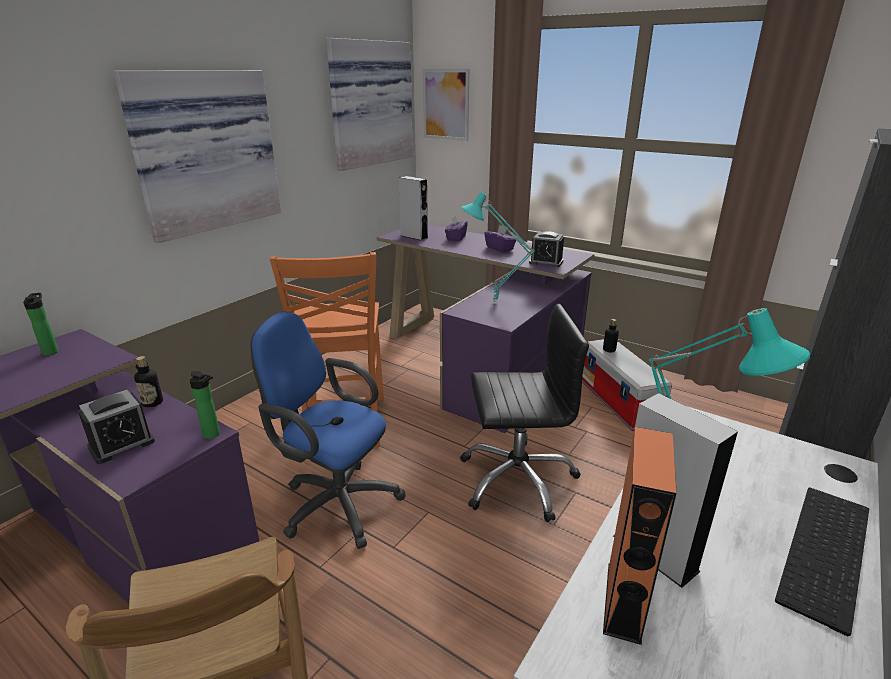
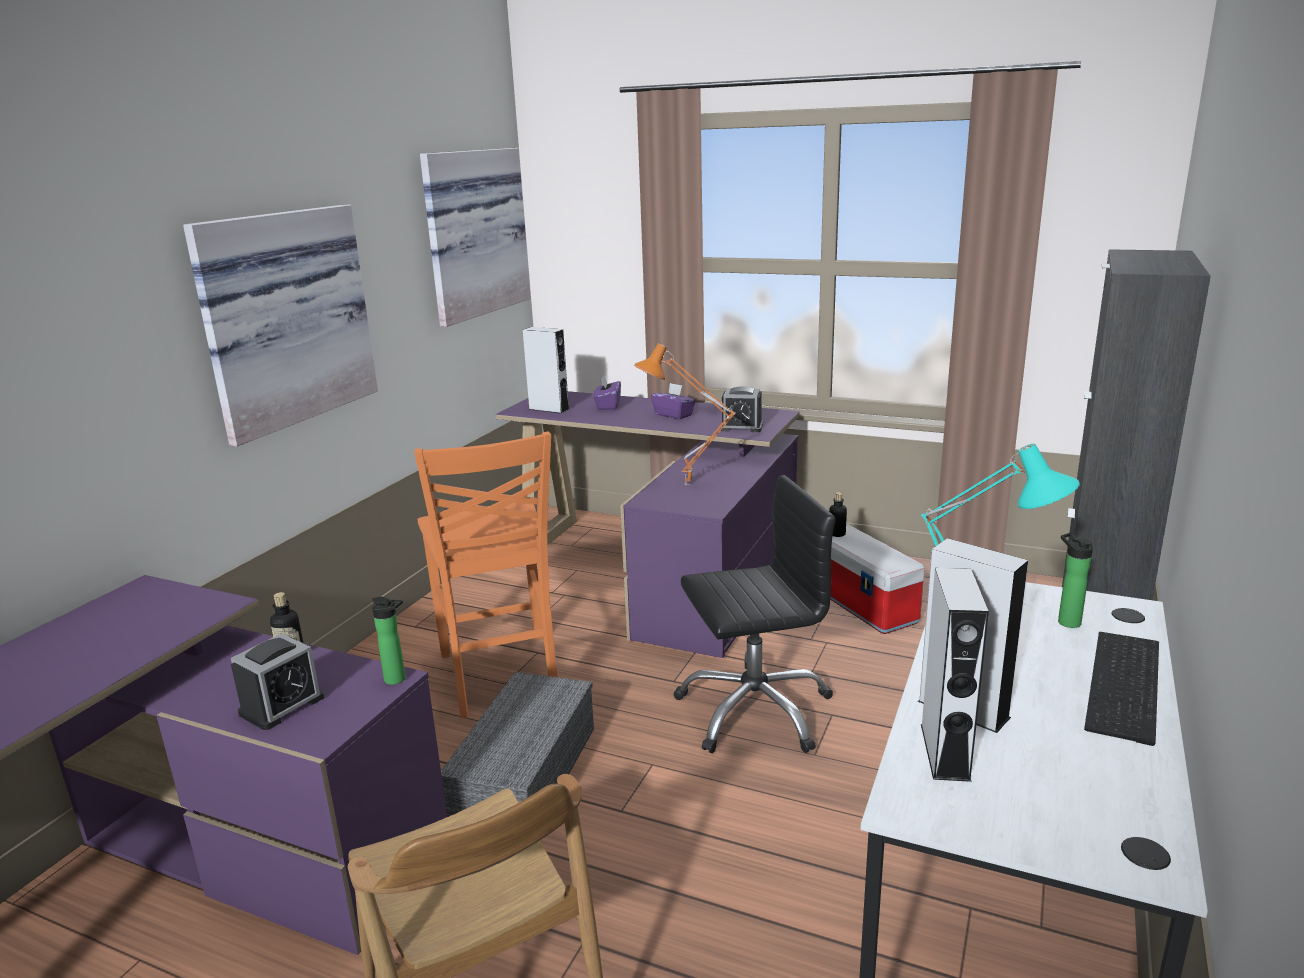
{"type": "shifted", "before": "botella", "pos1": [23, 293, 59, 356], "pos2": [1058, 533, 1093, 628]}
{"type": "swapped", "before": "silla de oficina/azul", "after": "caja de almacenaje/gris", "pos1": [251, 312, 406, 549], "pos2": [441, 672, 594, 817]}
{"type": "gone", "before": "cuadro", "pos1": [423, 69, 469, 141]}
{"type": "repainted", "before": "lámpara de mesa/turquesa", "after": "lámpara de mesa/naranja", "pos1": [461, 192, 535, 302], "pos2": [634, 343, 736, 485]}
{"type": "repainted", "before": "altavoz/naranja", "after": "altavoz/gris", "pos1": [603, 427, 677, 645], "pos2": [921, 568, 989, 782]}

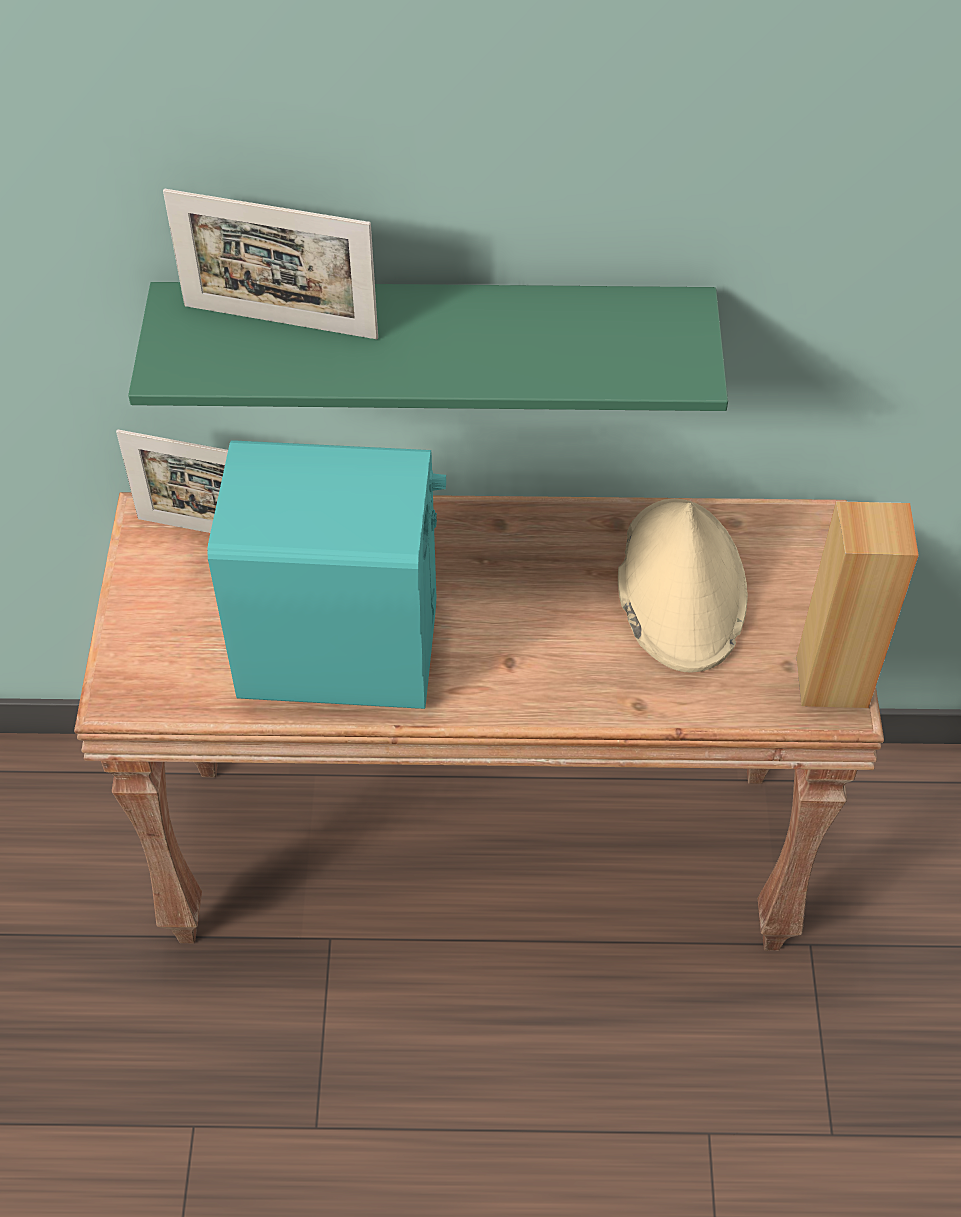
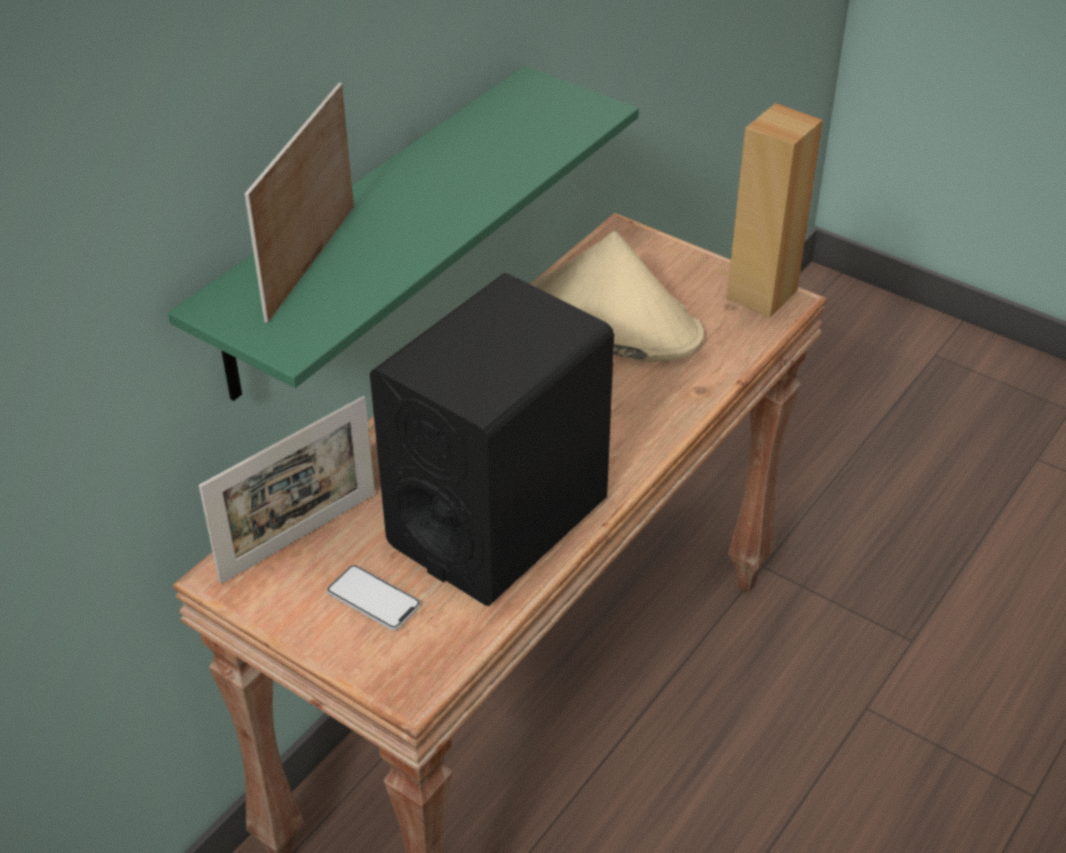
{"type": "rotated", "before": "portarretratos", "pos1": [163, 189, 378, 339], "pos2": [245, 83, 354, 323], "turn": 150}
{"type": "repainted", "before": "altavoz/turquesa", "after": "altavoz/negro", "pos1": [208, 440, 446, 709], "pos2": [370, 273, 614, 606]}
{"type": "new", "after": "móvil", "pos2": [327, 565, 421, 630]}

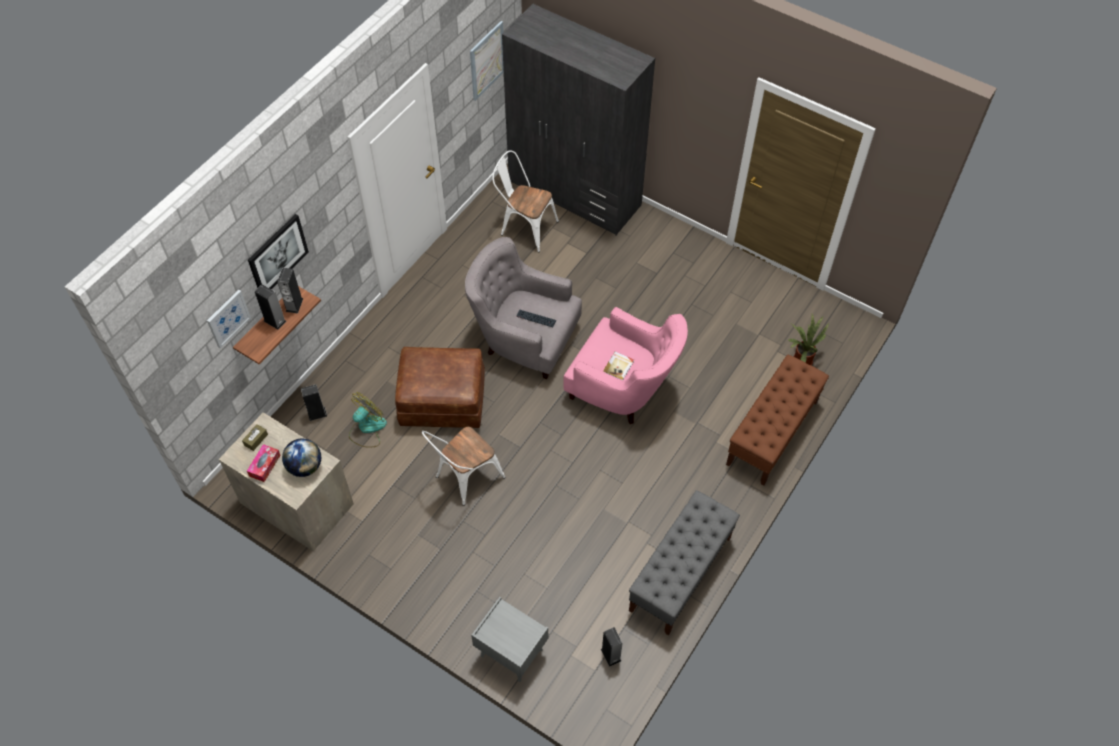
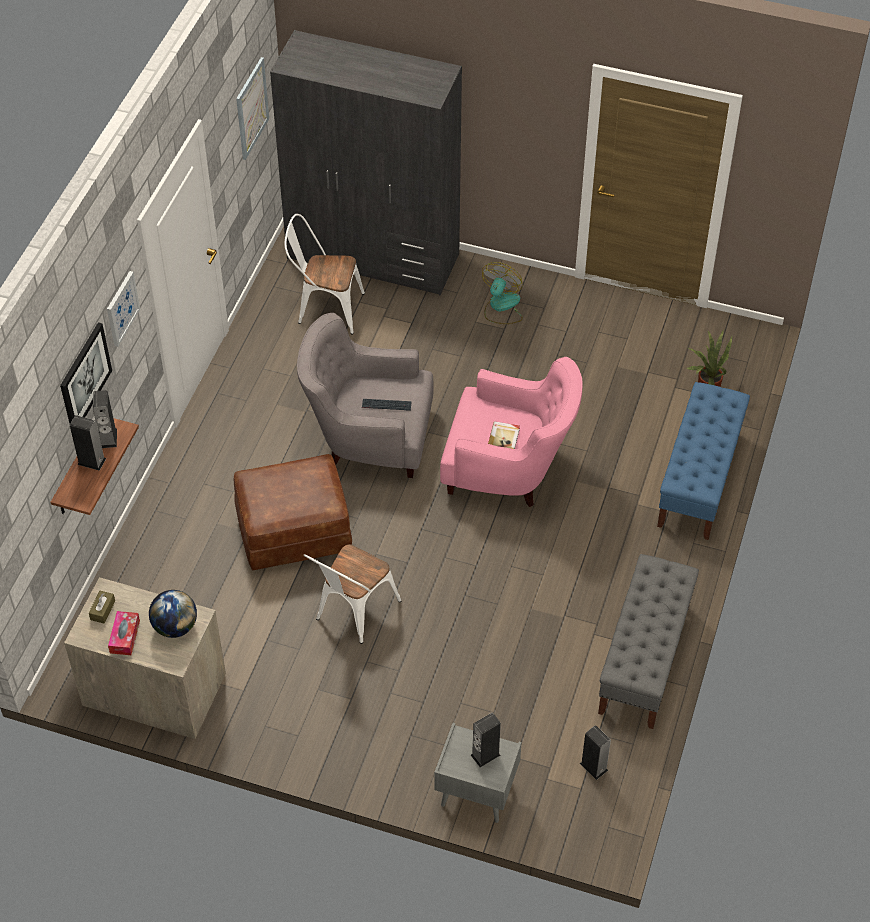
{"type": "shifted", "before": "cuadro", "pos1": [207, 290, 251, 349], "pos2": [107, 271, 140, 346]}
{"type": "shifted", "before": "altavoz", "pos1": [301, 384, 327, 421], "pos2": [471, 712, 501, 767]}
{"type": "shifted", "before": "ventilador", "pos1": [349, 392, 387, 447], "pos2": [482, 262, 523, 324]}
{"type": "repainted", "before": "banco/marrón", "after": "banco/azul", "pos1": [726, 354, 829, 486], "pos2": [657, 382, 750, 540]}

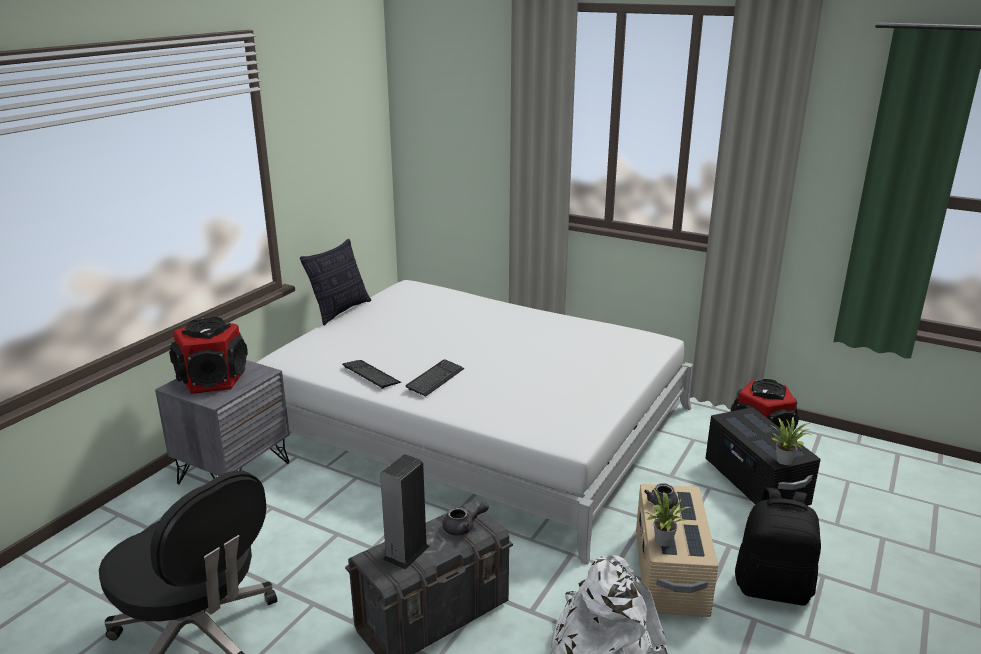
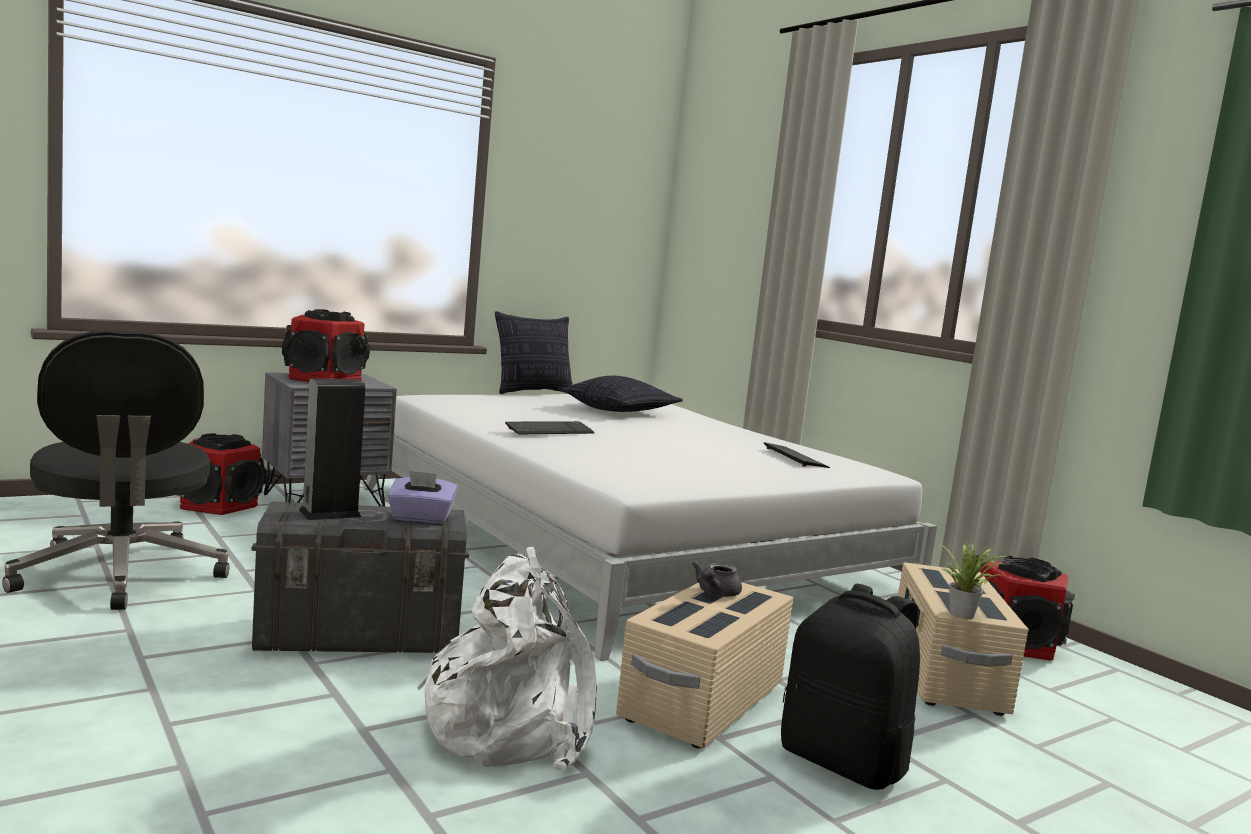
{"type": "shifted", "before": "teclado", "pos1": [342, 360, 401, 389], "pos2": [764, 442, 830, 468]}
{"type": "swapped", "before": "tetera/gris", "after": "caja de pañuelos/morado", "pos1": [443, 502, 489, 536], "pos2": [387, 470, 458, 524]}
{"type": "gone", "before": "planta en maceta", "pos1": [644, 487, 692, 547]}
{"type": "repainted", "before": "caja de almacenaje/negro", "after": "caja de almacenaje/beis", "pos1": [706, 407, 821, 506], "pos2": [898, 562, 1028, 716]}
{"type": "new", "after": "altavoz", "pos2": [177, 433, 267, 515]}
{"type": "new", "after": "cojín", "pos2": [558, 376, 683, 412]}

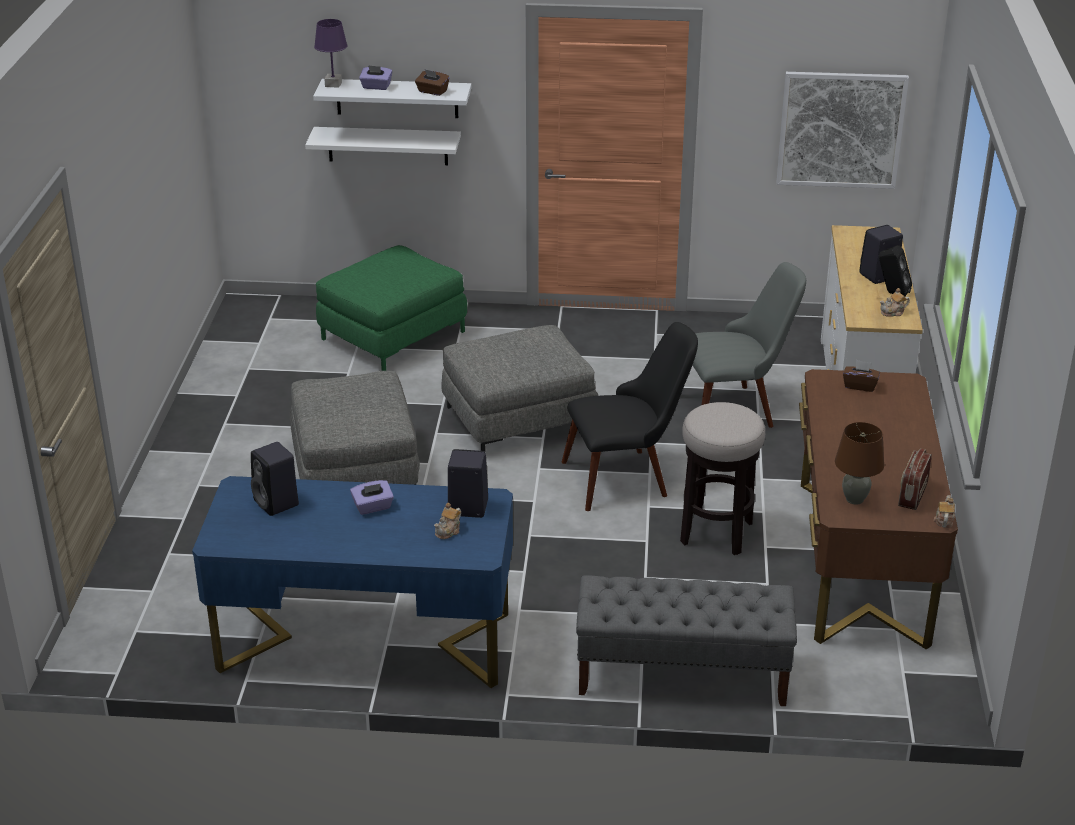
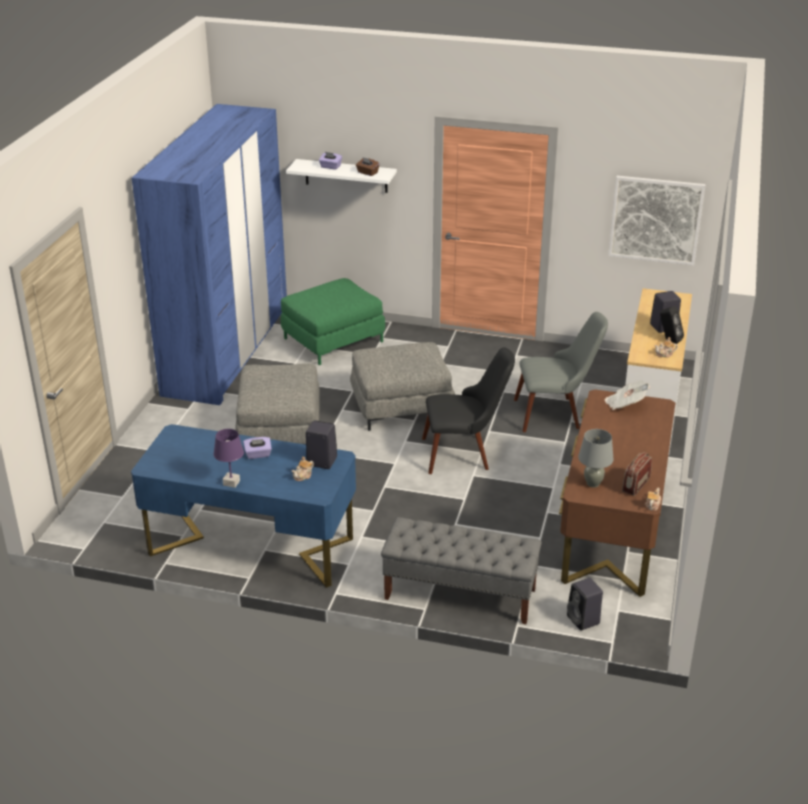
{"type": "shifted", "before": "altavoz/negro", "pos1": [251, 442, 299, 516], "pos2": [567, 578, 603, 631]}
{"type": "gone", "before": "estante/blanco", "pos1": [305, 127, 461, 165]}
{"type": "shifted", "before": "lámpara de mesa/morado", "pos1": [314, 19, 348, 88], "pos2": [213, 429, 244, 488]}
{"type": "gone", "before": "taburete", "pos1": [680, 402, 765, 555]}
{"type": "repainted", "before": "lámpara de mesa/marrón", "after": "lámpara de mesa/gris", "pos1": [835, 422, 884, 505], "pos2": [578, 429, 614, 488]}
{"type": "swapped", "before": "caja de pañuelos/marrón", "after": "periódico", "pos1": [843, 360, 880, 392], "pos2": [605, 380, 650, 410]}
{"type": "new", "after": "armario ropero/azul", "pos2": [132, 104, 287, 405]}

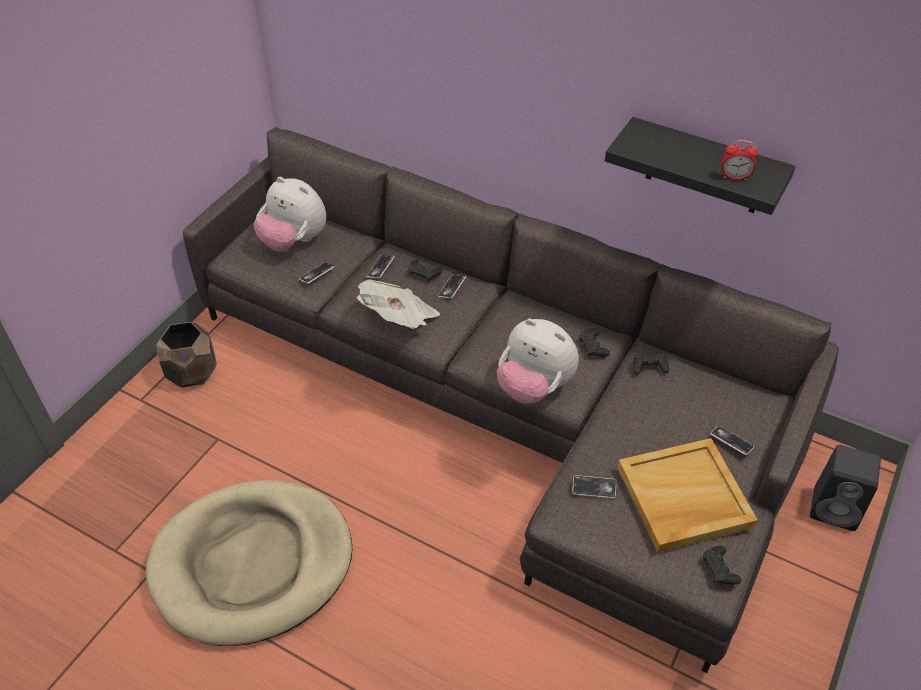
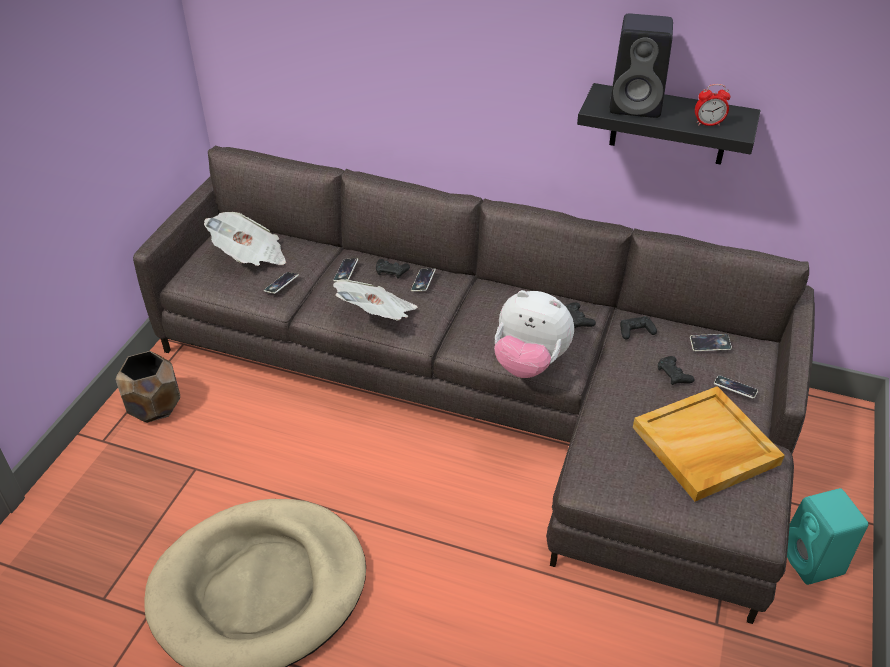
{"type": "swapped", "before": "peluche", "after": "periódico", "pos1": [254, 177, 326, 252], "pos2": [204, 212, 286, 266]}
{"type": "shifted", "before": "móvil", "pos1": [572, 475, 616, 498], "pos2": [690, 334, 732, 351]}
{"type": "shifted", "before": "mando de consola/negro", "pos1": [703, 546, 742, 585], "pos2": [658, 356, 695, 385]}
{"type": "shifted", "before": "altavoz/negro", "pos1": [810, 445, 881, 531], "pos2": [609, 13, 673, 118]}
{"type": "new", "after": "altavoz/turquesa", "pos2": [787, 488, 869, 585]}

